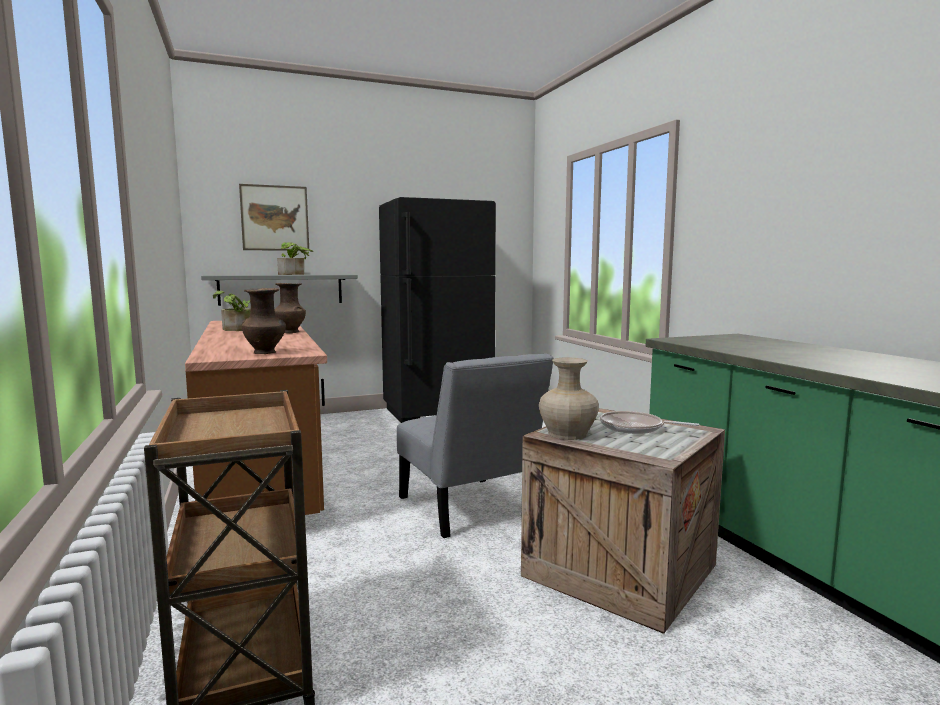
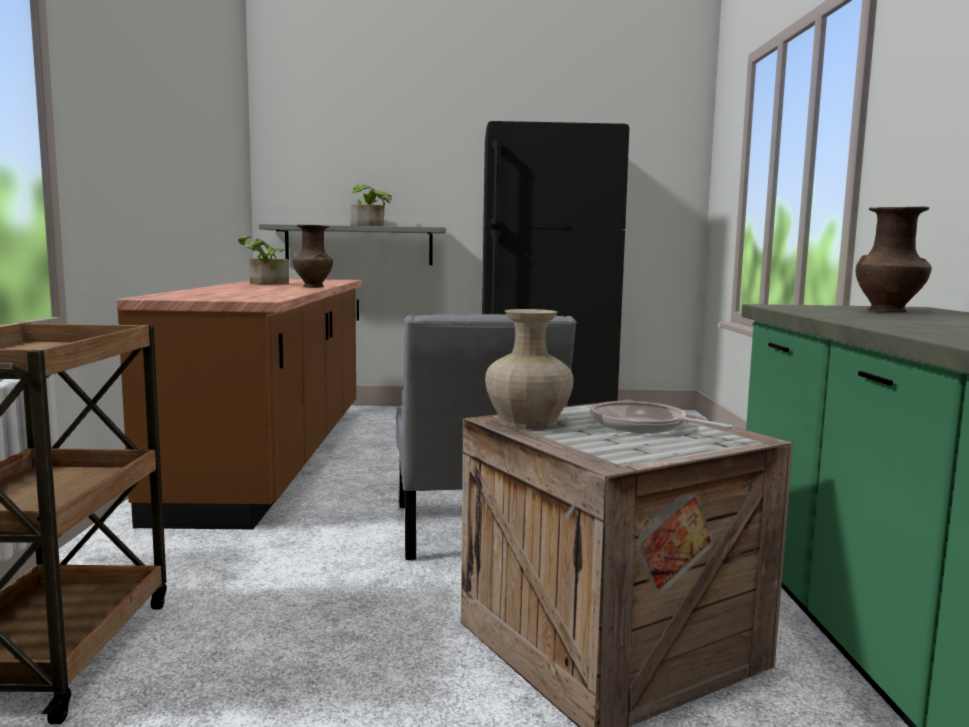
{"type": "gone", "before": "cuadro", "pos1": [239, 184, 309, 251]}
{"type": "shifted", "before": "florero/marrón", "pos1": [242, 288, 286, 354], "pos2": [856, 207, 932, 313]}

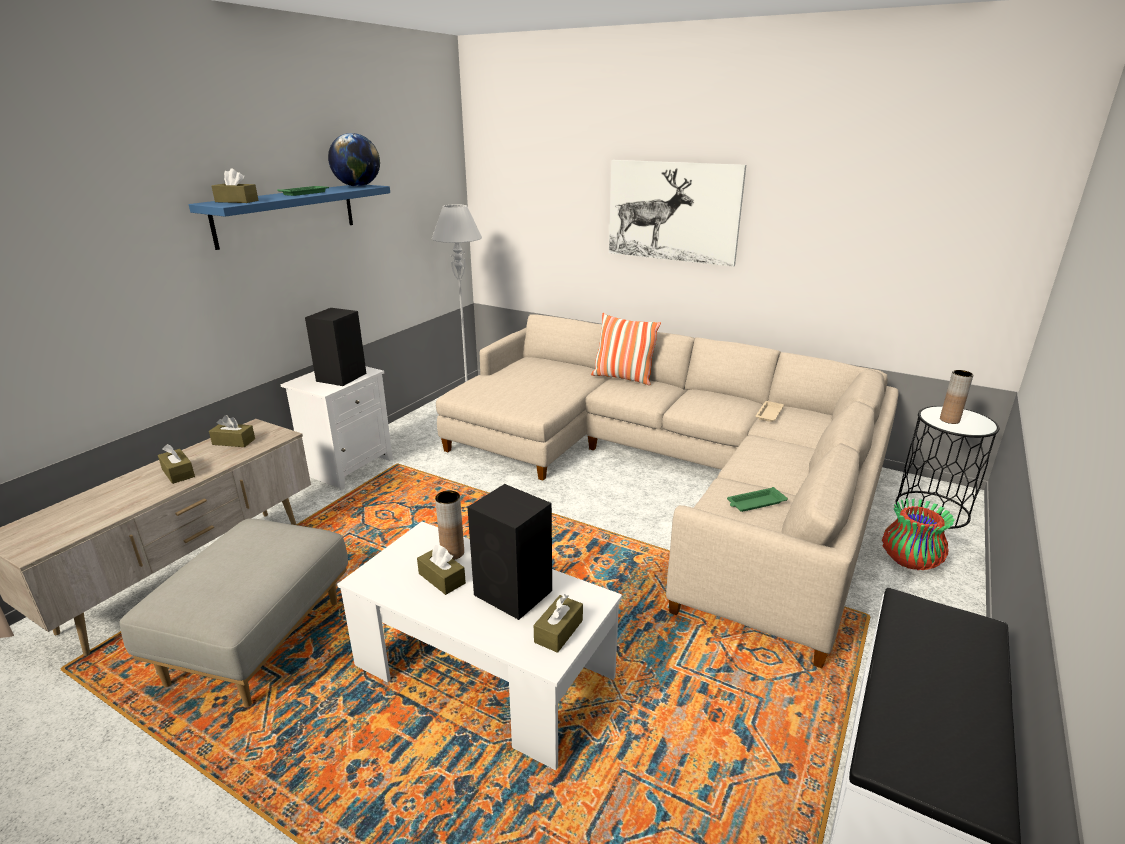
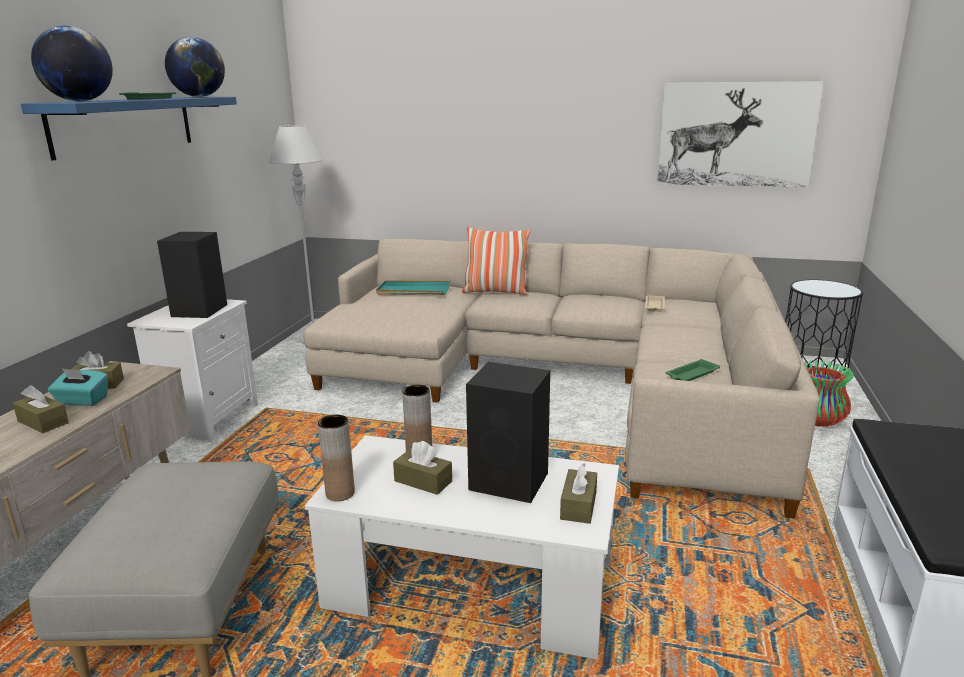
{"type": "swapped", "before": "caja de pañuelos/marrón", "after": "globo terráqueo", "pos1": [212, 168, 258, 203], "pos2": [31, 26, 113, 101]}
{"type": "shifted", "before": "cuadro", "pos1": [609, 160, 746, 267], "pos2": [657, 81, 824, 188]}
{"type": "shifted", "before": "florero/marrón", "pos1": [940, 370, 974, 424], "pos2": [318, 415, 355, 501]}
{"type": "new", "after": "caja de pañuelos/turquesa", "pos2": [48, 369, 108, 406]}
{"type": "new", "after": "bandeja/turquesa", "pos2": [376, 281, 450, 295]}

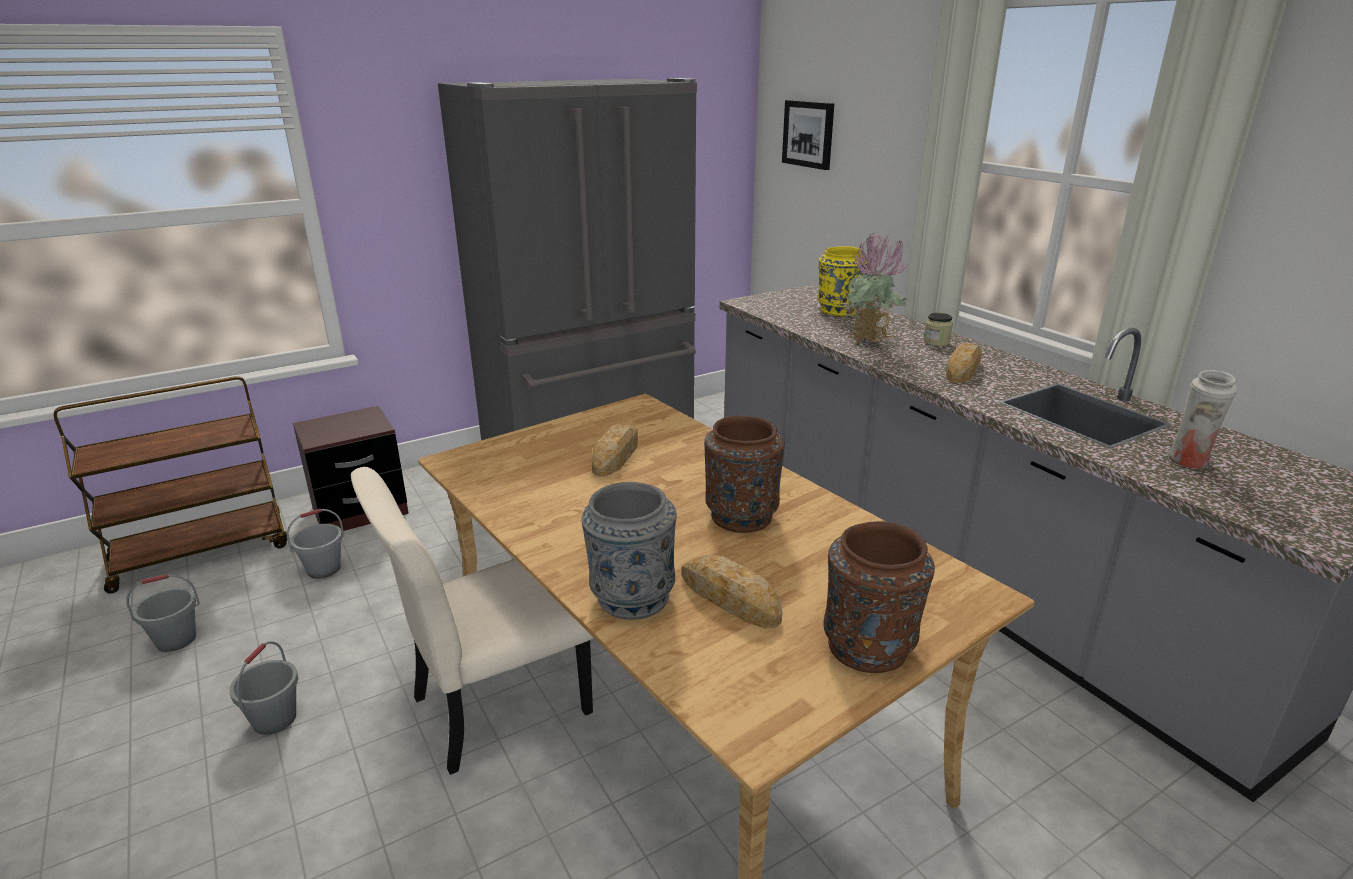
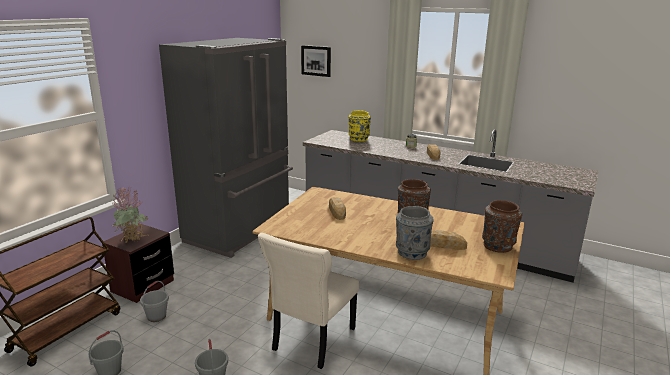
{"type": "shifted", "before": "planta en maceta", "pos1": [843, 231, 908, 344], "pos2": [112, 187, 149, 243]}
{"type": "gone", "before": "florero/blanco", "pos1": [1167, 370, 1237, 469]}

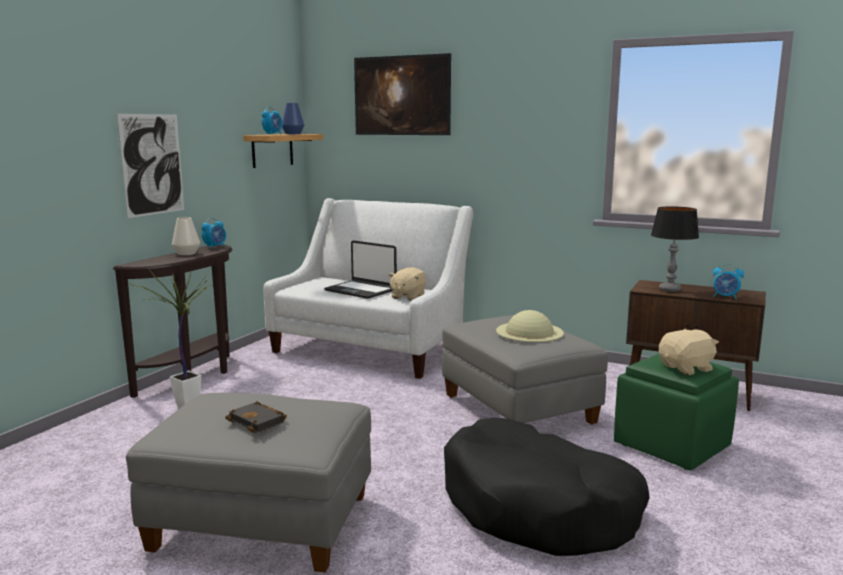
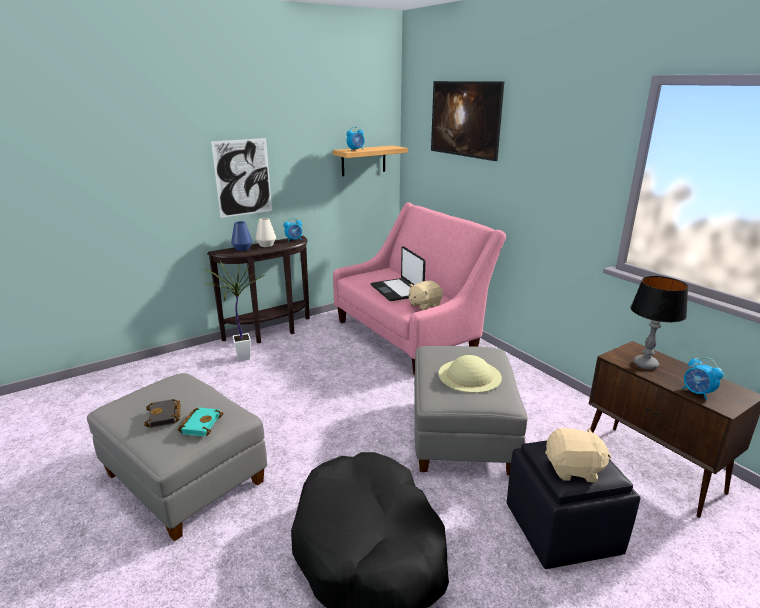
{"type": "repainted", "before": "sofá/blanco", "after": "sofá/rosa", "pos1": [264, 198, 473, 379], "pos2": [333, 202, 506, 376]}
{"type": "shifted", "before": "florero/azul", "pos1": [282, 103, 304, 134], "pos2": [231, 221, 252, 251]}
{"type": "repainted", "before": "puf/verde", "after": "puf/negro", "pos1": [614, 354, 739, 470], "pos2": [507, 441, 641, 569]}
{"type": "new", "after": "libro/turquesa", "pos2": [178, 408, 224, 436]}

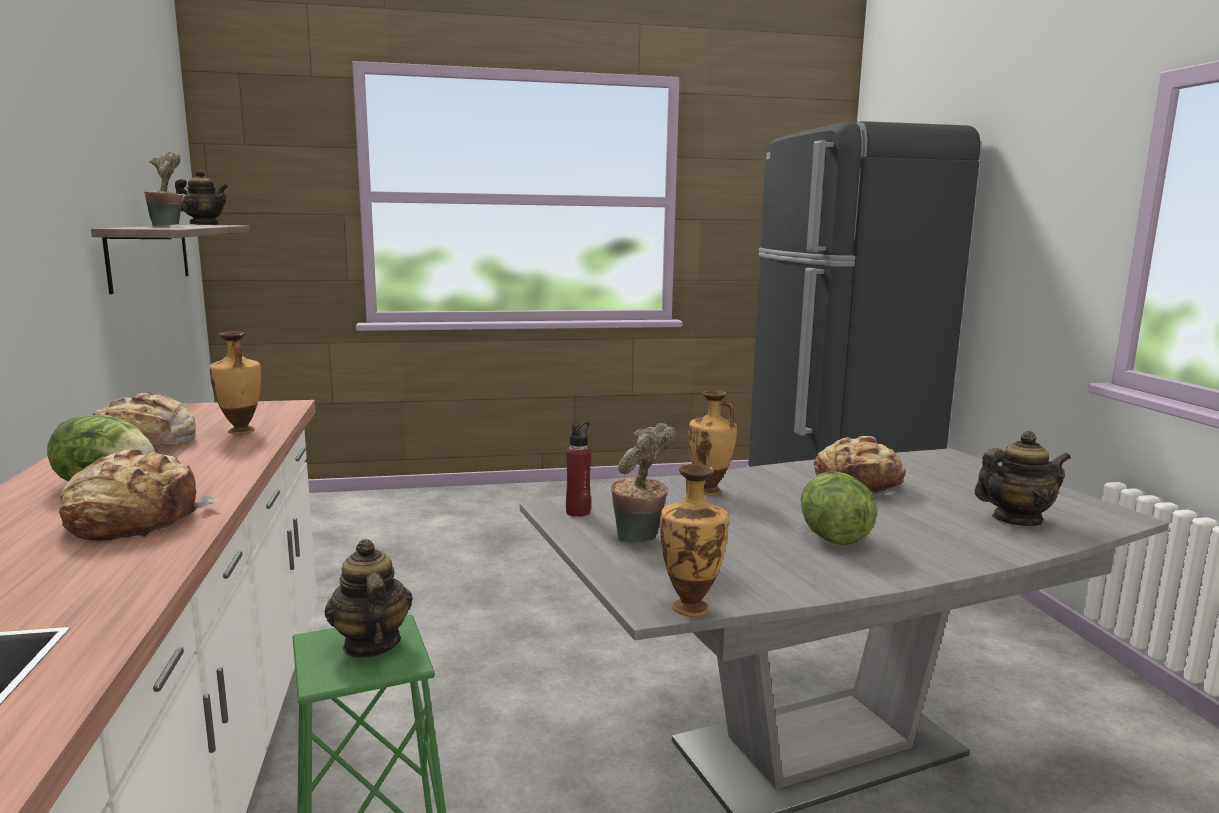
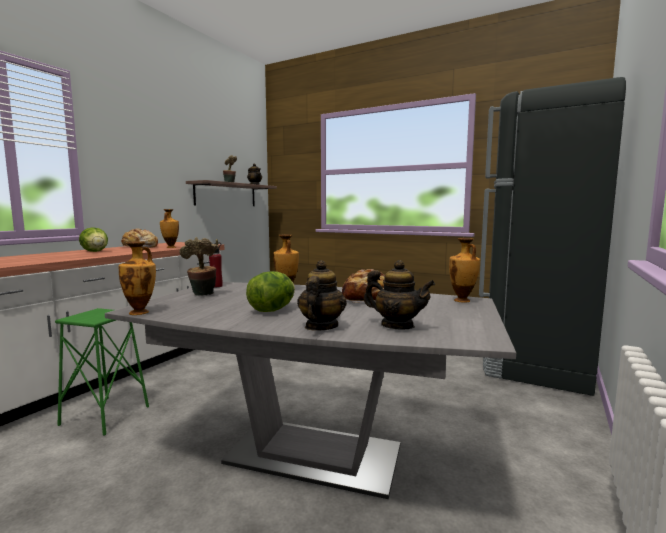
{"type": "gone", "before": "pan", "pos1": [59, 449, 218, 541]}
{"type": "shifted", "before": "tetera", "pos1": [325, 539, 413, 658], "pos2": [297, 260, 347, 331]}
{"type": "new", "after": "florero", "pos2": [449, 238, 480, 303]}

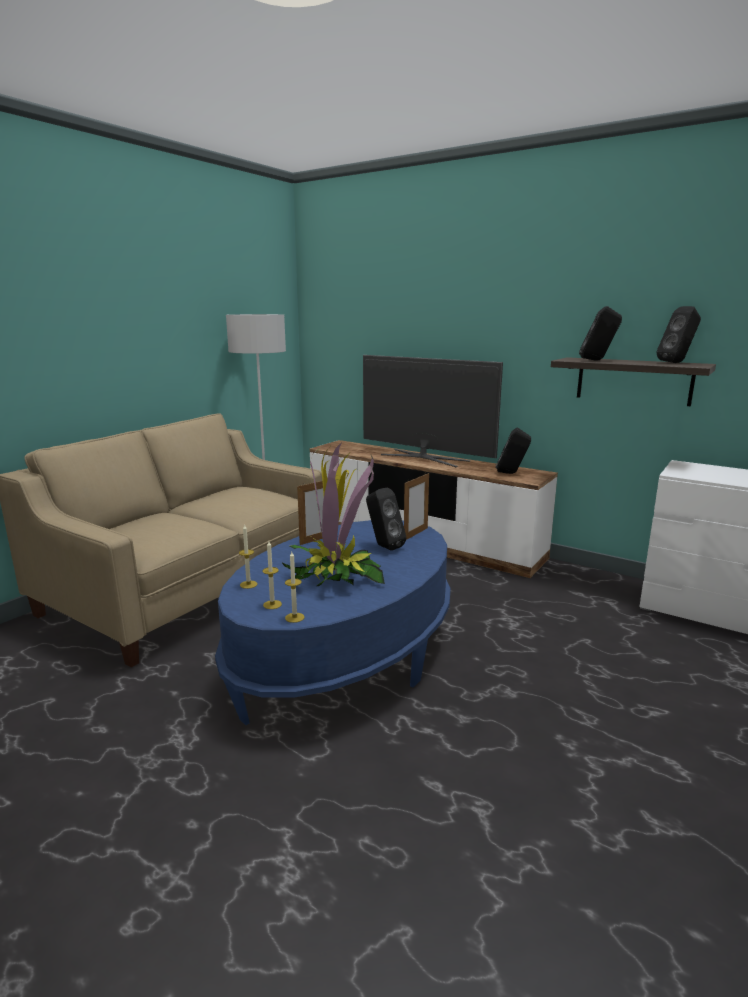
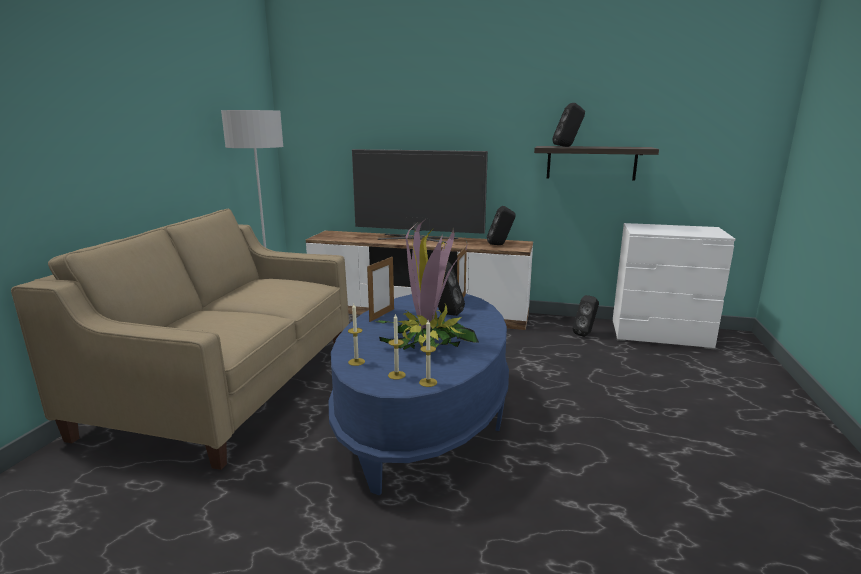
{"type": "shifted", "before": "altavoz/negro", "pos1": [656, 306, 701, 363], "pos2": [572, 295, 599, 337]}

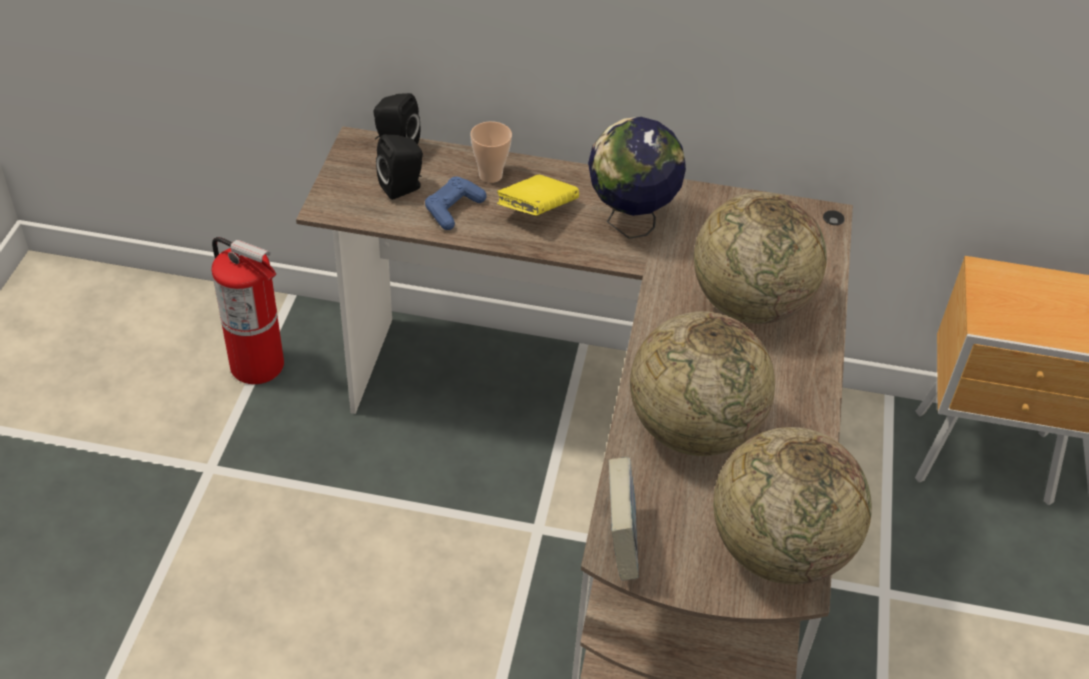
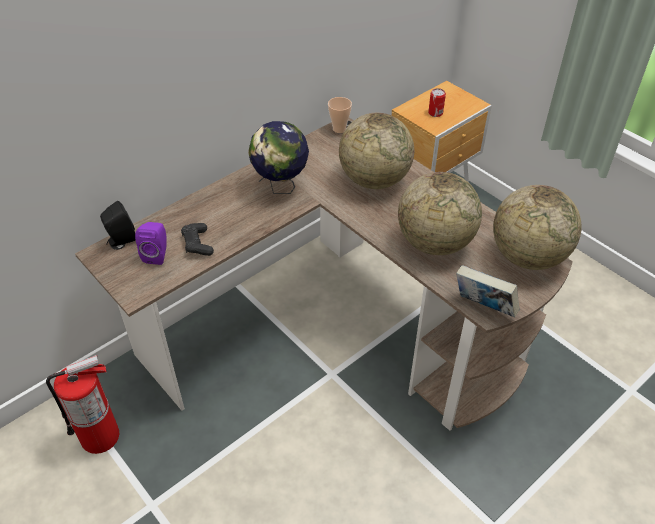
{"type": "repainted", "before": "altavoz/negro", "after": "altavoz/morado", "pos1": [376, 135, 423, 200], "pos2": [135, 222, 167, 265]}
{"type": "repainted", "before": "mando de consola/azul", "after": "mando de consola/negro", "pos1": [425, 177, 487, 230], "pos2": [181, 223, 214, 256]}
{"type": "shifted", "before": "taza", "pos1": [471, 121, 512, 183], "pos2": [328, 97, 352, 133]}
{"type": "gone", "before": "libro/amarillo", "pos1": [497, 175, 579, 215]}
{"type": "new", "after": "lata", "pos2": [428, 88, 446, 117]}

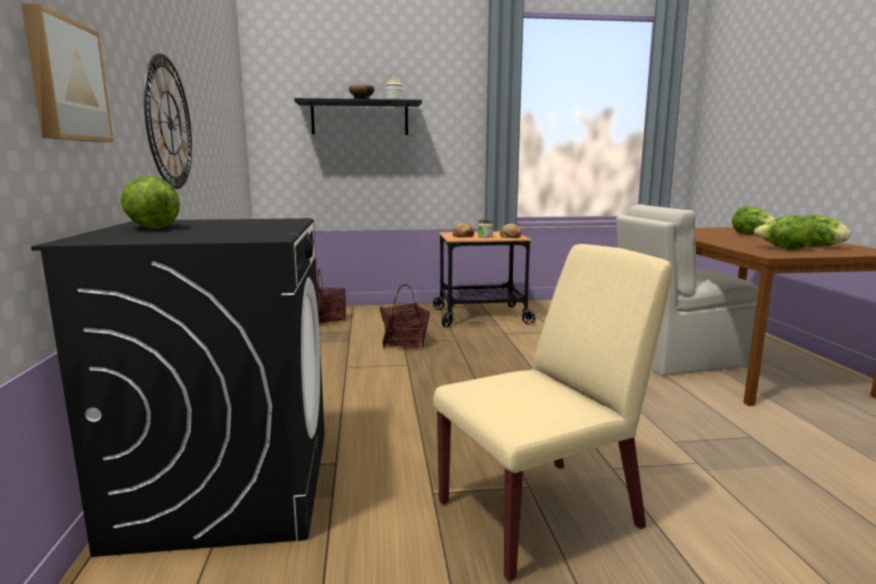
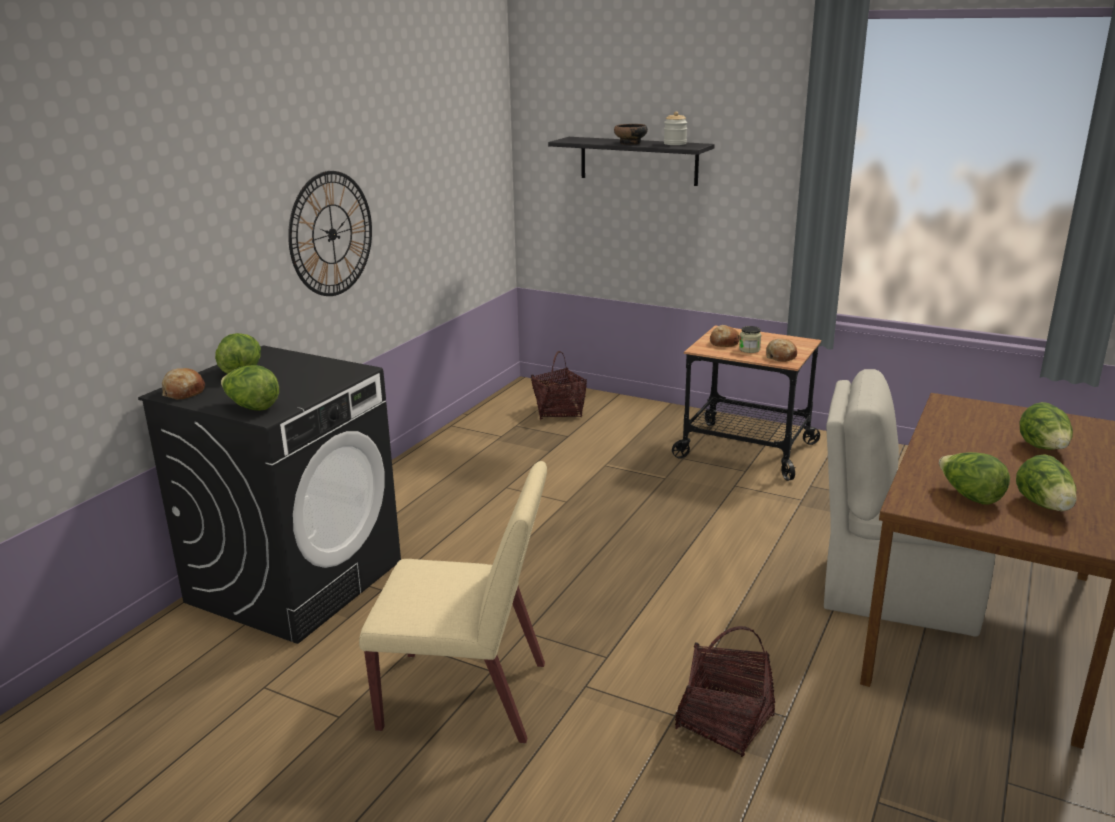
{"type": "gone", "before": "cuadro", "pos1": [21, 3, 113, 142]}
{"type": "shifted", "before": "cesta", "pos1": [380, 284, 430, 348], "pos2": [675, 626, 775, 757]}
{"type": "new", "after": "pan", "pos2": [162, 368, 205, 399]}
{"type": "new", "after": "lechuga", "pos2": [221, 365, 279, 411]}

